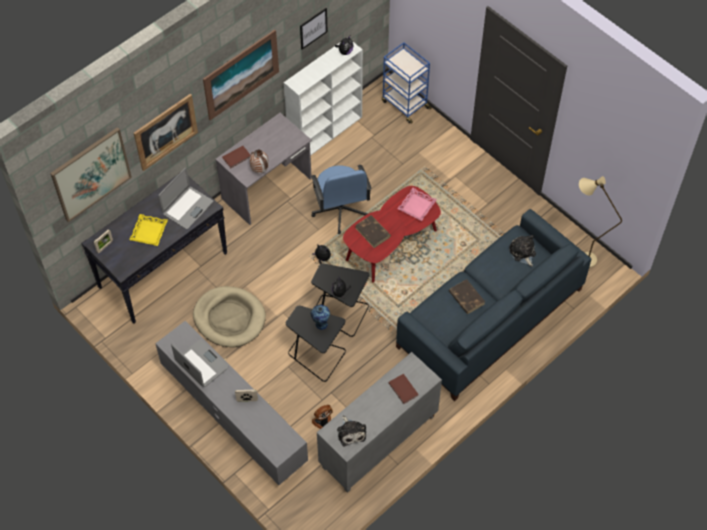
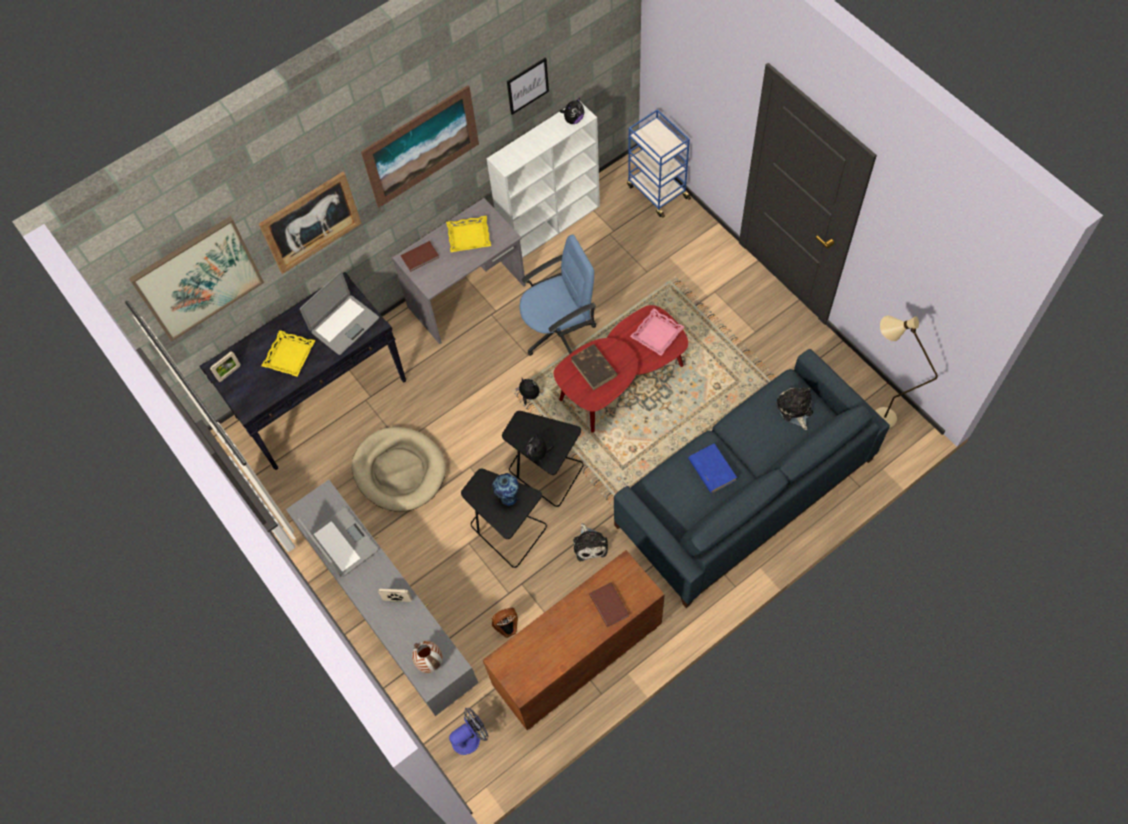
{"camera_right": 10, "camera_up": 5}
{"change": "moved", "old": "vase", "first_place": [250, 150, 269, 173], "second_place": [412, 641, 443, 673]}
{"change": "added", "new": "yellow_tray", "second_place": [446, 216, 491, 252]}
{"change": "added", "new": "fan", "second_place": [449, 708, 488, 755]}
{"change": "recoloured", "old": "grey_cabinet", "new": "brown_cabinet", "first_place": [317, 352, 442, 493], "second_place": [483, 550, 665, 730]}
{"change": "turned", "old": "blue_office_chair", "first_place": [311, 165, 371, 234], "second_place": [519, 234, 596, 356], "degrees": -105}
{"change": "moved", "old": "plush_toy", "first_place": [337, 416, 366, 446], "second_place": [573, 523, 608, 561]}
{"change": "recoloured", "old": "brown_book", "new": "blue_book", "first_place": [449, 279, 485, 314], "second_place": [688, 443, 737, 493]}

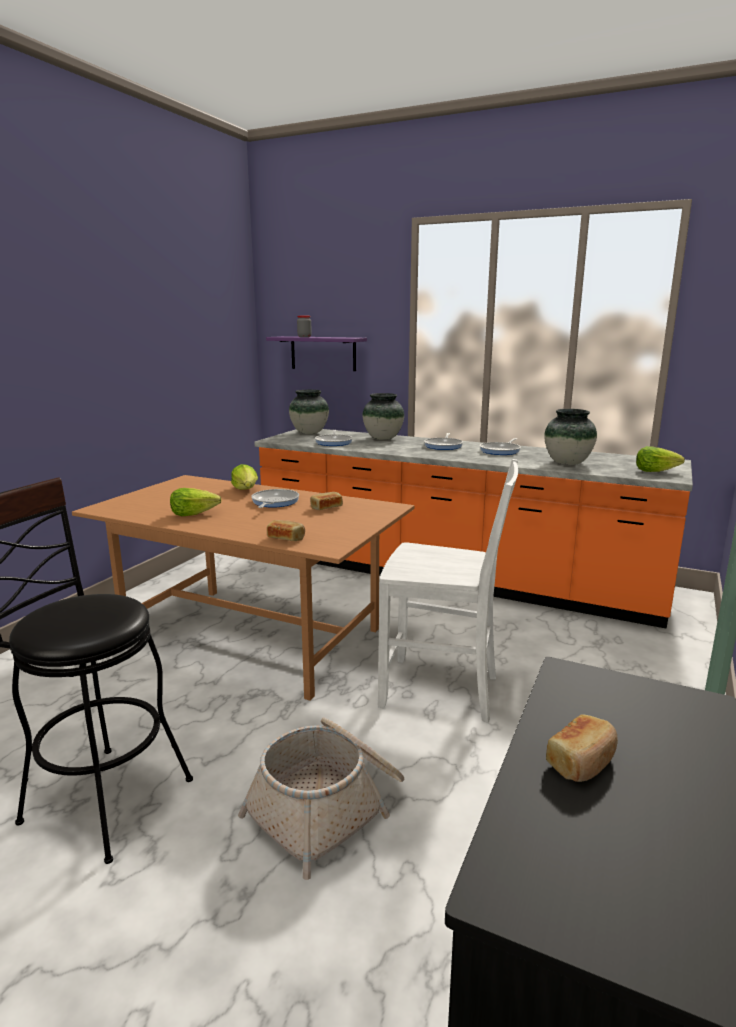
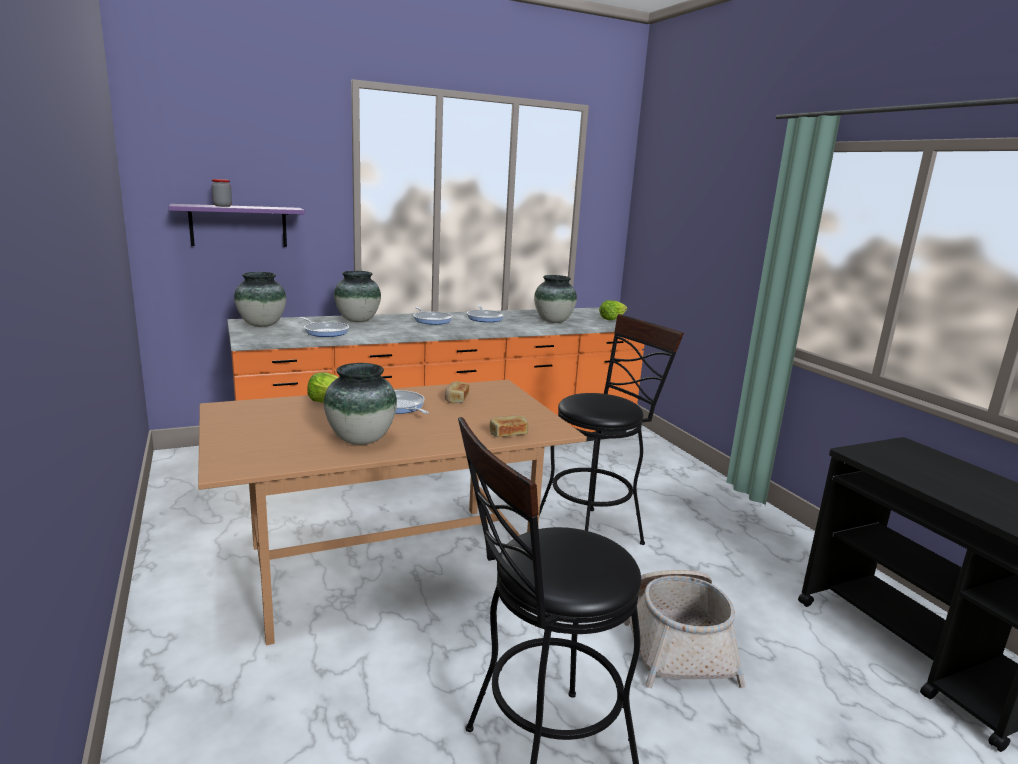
{"camera_right": -50, "camera_up": 0}
{"change": "replaced", "old": "lettuce", "new": "vase", "first_place": [170, 488, 222, 516], "second_place": [324, 363, 397, 445]}
{"change": "replaced", "old": "white_chair", "new": "black_stool", "first_place": [378, 459, 518, 723], "second_place": [539, 314, 684, 545]}
{"change": "removed", "old": "bread", "first_place": [546, 714, 618, 782]}

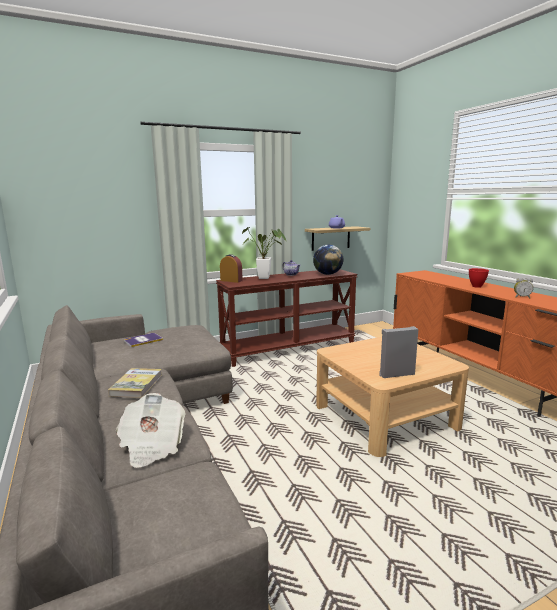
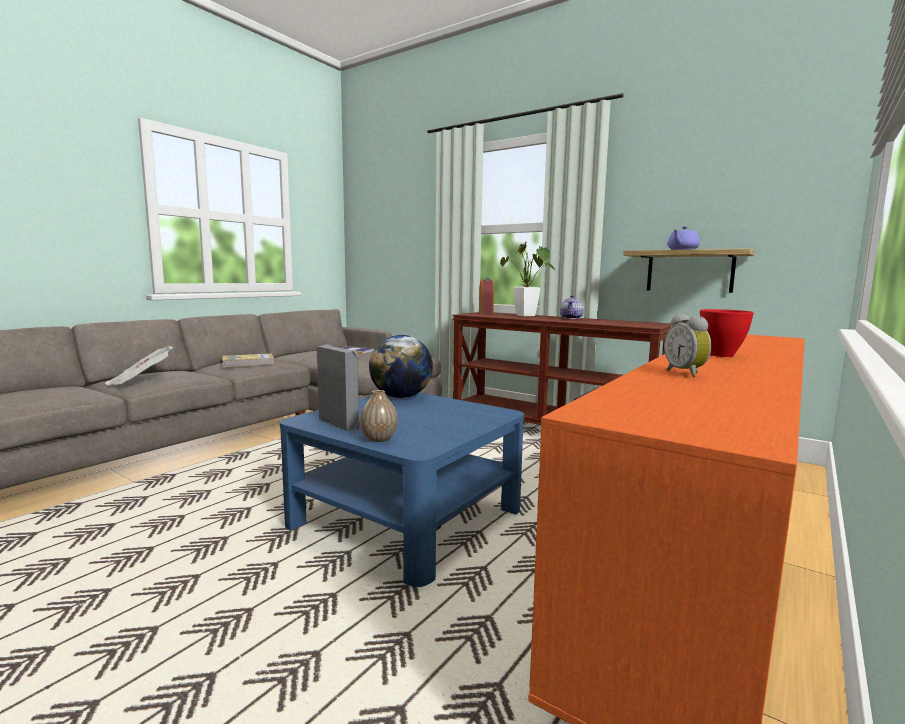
{"camera_right": 60, "camera_up": -5}
{"change": "recoloured", "old": "beige_coffee_table", "new": "blue_coffee_table", "first_place": [316, 337, 469, 457], "second_place": [280, 393, 524, 587]}
{"change": "added", "new": "vase", "second_place": [360, 390, 398, 442]}
{"change": "moved", "old": "globe", "first_place": [313, 245, 343, 275], "second_place": [369, 335, 433, 398]}

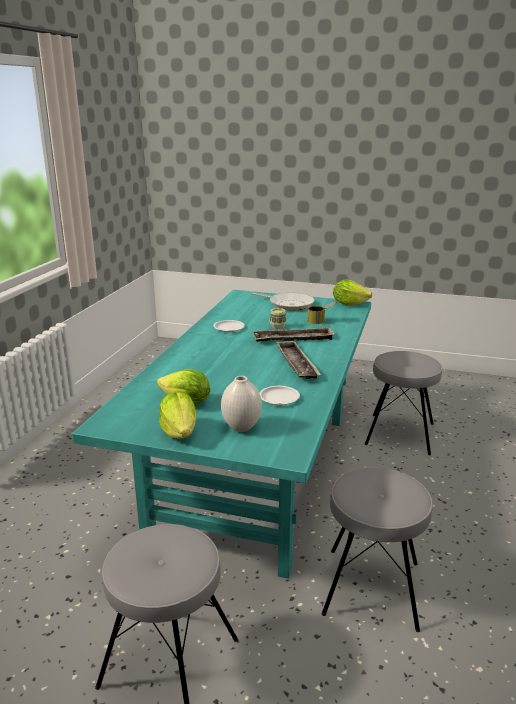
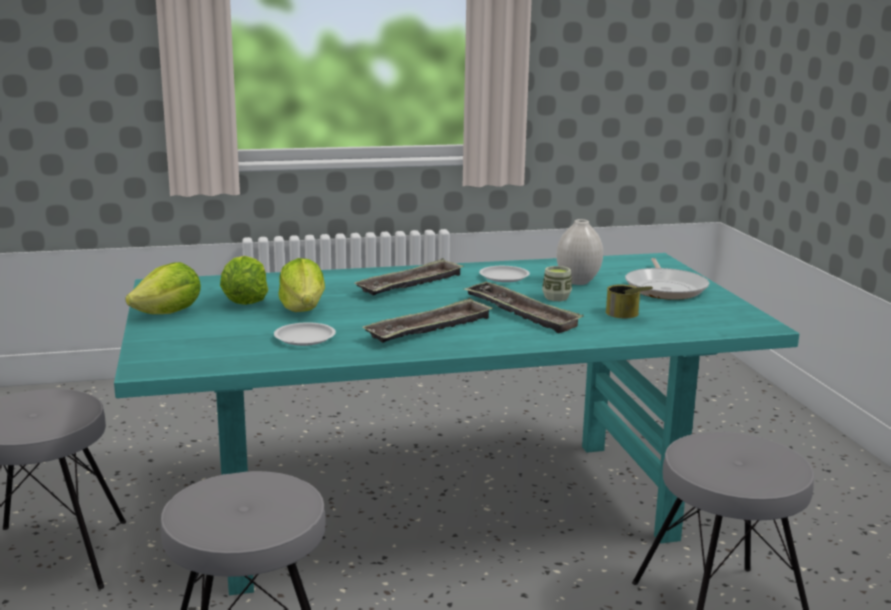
{"camera_right": 60, "camera_up": -5}
{"change": "moved", "old": "lettuce", "first_place": [333, 279, 372, 306], "second_place": [278, 258, 325, 312]}
{"change": "added", "new": "tray", "second_place": [355, 258, 464, 295]}
{"change": "moved", "old": "white_vase", "first_place": [221, 376, 262, 432], "second_place": [556, 219, 603, 285]}

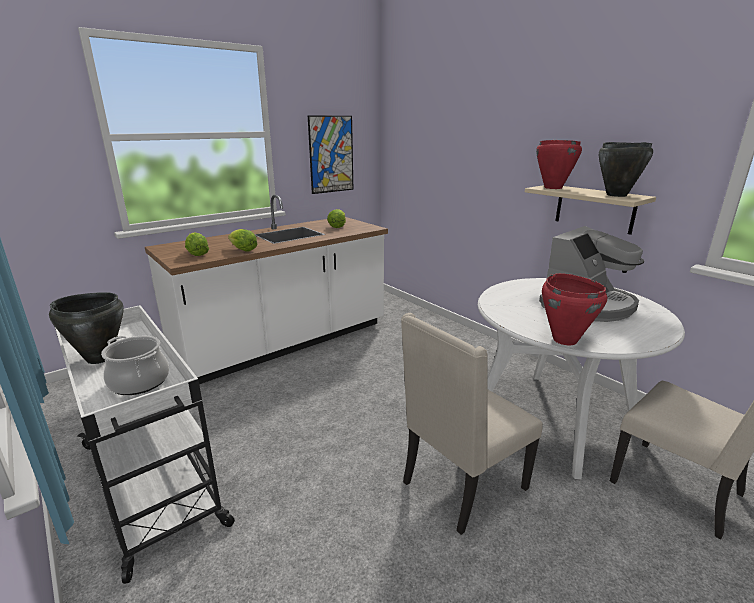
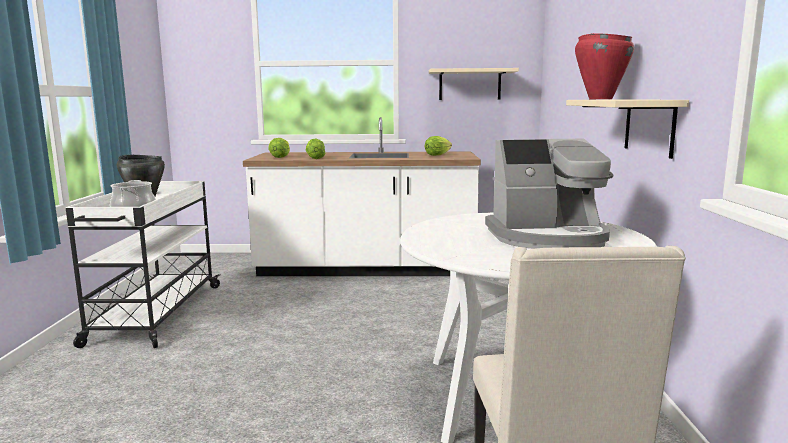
{"camera_right": 40, "camera_up": -10}
{"change": "replaced", "old": "picture", "new": "beige_shelf", "first_place": [308, 115, 353, 194], "second_place": [429, 68, 519, 100]}
{"change": "removed", "old": "beige_chair", "first_place": [401, 313, 543, 535]}
{"change": "removed", "old": "red_cooking_pot", "first_place": [542, 273, 607, 345]}
{"change": "removed", "old": "black_cooking_pot", "first_place": [599, 142, 653, 197]}

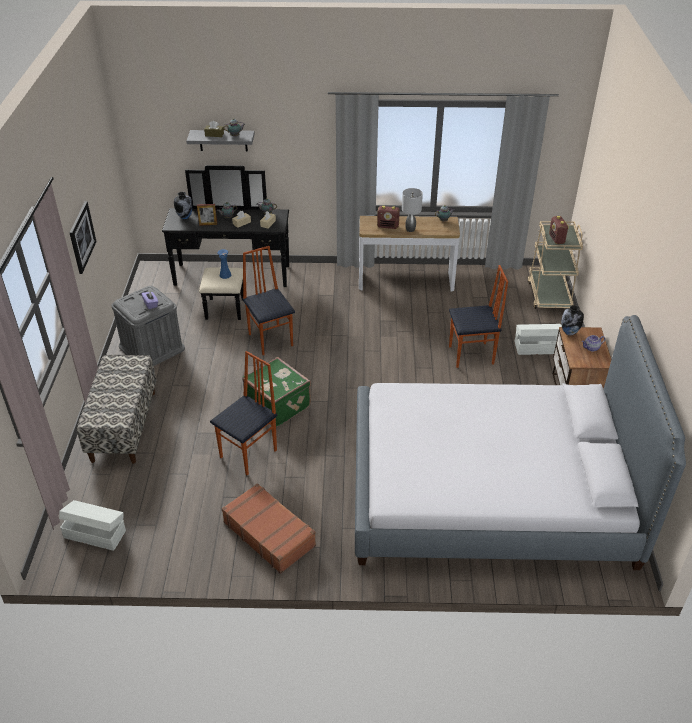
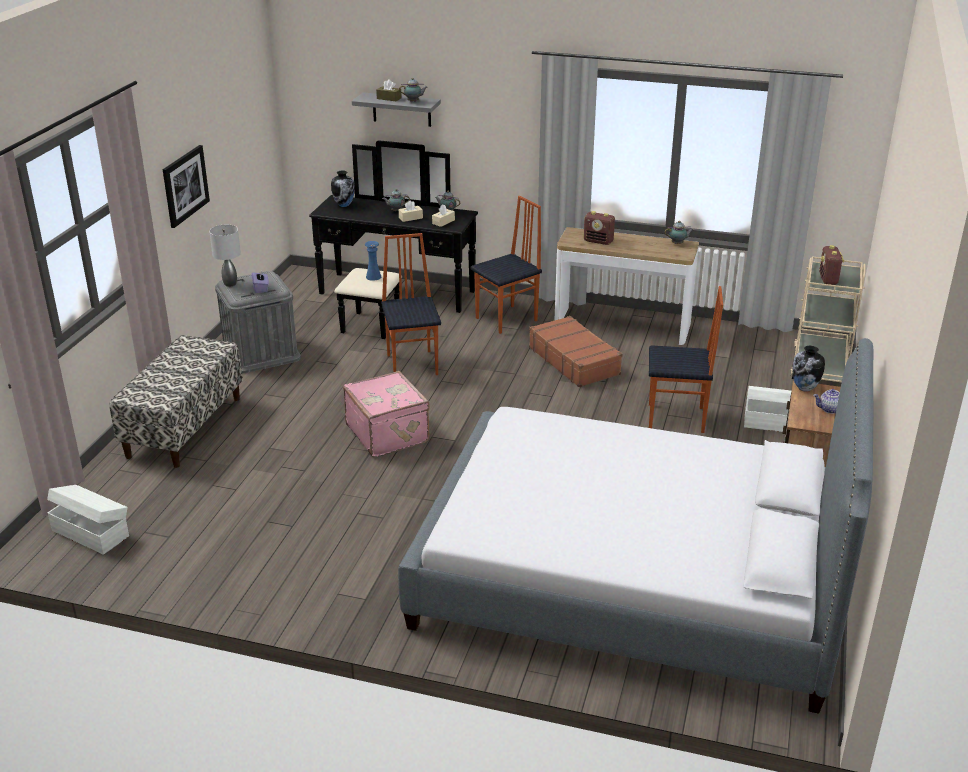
{"camera_right": 15, "camera_up": -10}
{"change": "moved", "old": "grey_table_lamp", "first_place": [402, 188, 423, 232], "second_place": [209, 225, 241, 287]}
{"change": "recoloured", "old": "green_suitcase", "new": "pink_suitcase", "first_place": [242, 357, 311, 427], "second_place": [343, 371, 430, 457]}
{"change": "moved", "old": "chair", "first_place": [210, 351, 277, 475], "second_place": [471, 196, 542, 334]}
{"change": "moved", "old": "brown_suitcase", "first_place": [222, 483, 316, 574], "second_place": [529, 316, 623, 387]}
{"change": "removed", "old": "picture_frame", "first_place": [197, 204, 217, 226]}

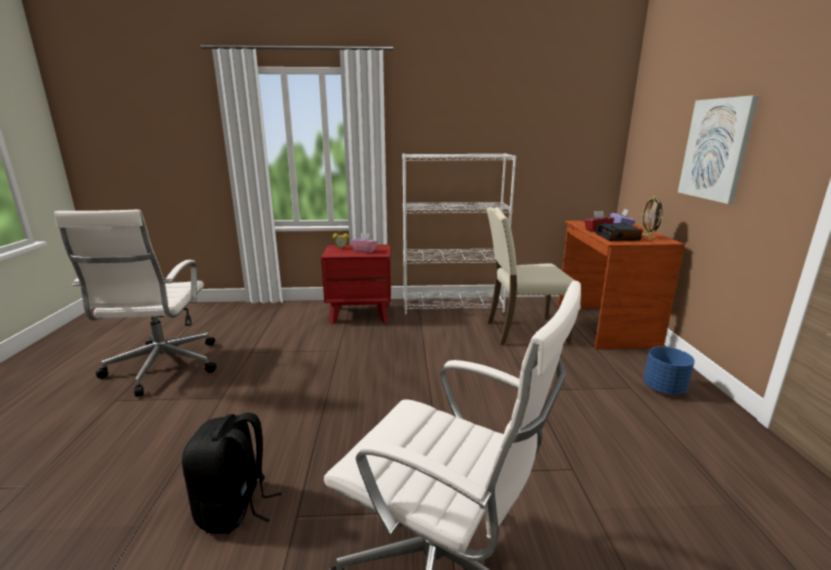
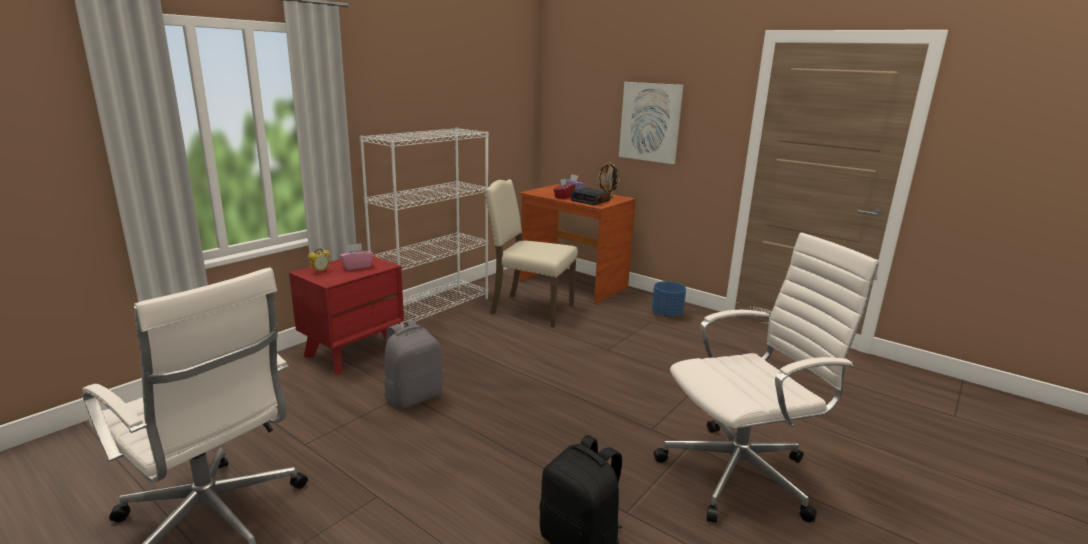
{"camera_right": -50, "camera_up": 0}
{"change": "added", "new": "grey_backpack", "second_place": [384, 320, 442, 409]}
{"change": "turned", "old": "beige_chair", "first_place": [486, 207, 575, 345], "second_place": [483, 180, 578, 328], "degrees": 75}

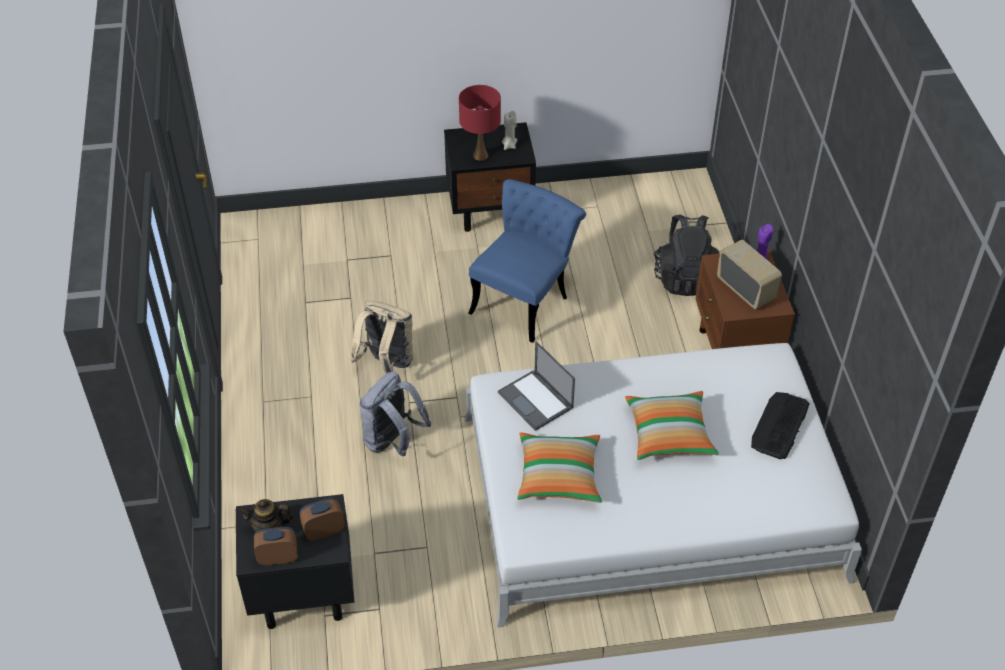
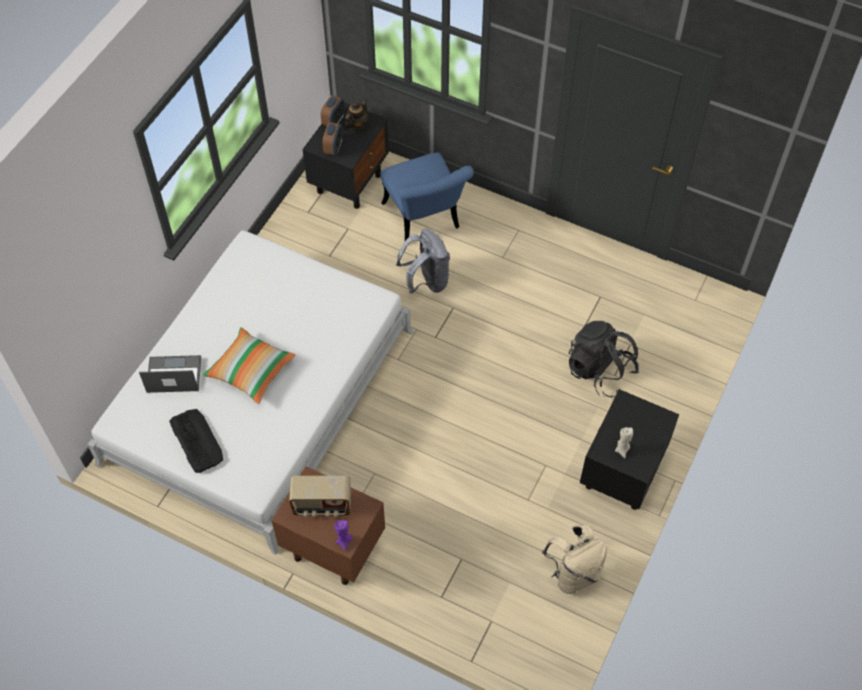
{"camera_right": 125, "camera_up": 10}
{"change": "moved", "old": "laptop", "first_place": [498, 341, 575, 431], "second_place": [139, 355, 201, 393]}
{"change": "moved", "old": "blue_chair", "first_place": [469, 179, 586, 343], "second_place": [380, 152, 474, 241]}
{"change": "moved", "old": "beige_backpack", "first_place": [350, 300, 413, 374], "second_place": [542, 525, 607, 594]}
{"change": "moved", "old": "black_backpack", "first_place": [654, 215, 719, 296], "second_place": [569, 321, 639, 397]}
{"change": "removed", "old": "red_table_lamp", "first_place": [459, 85, 501, 161]}
{"change": "removed", "old": "pillow", "first_place": [517, 432, 602, 503]}

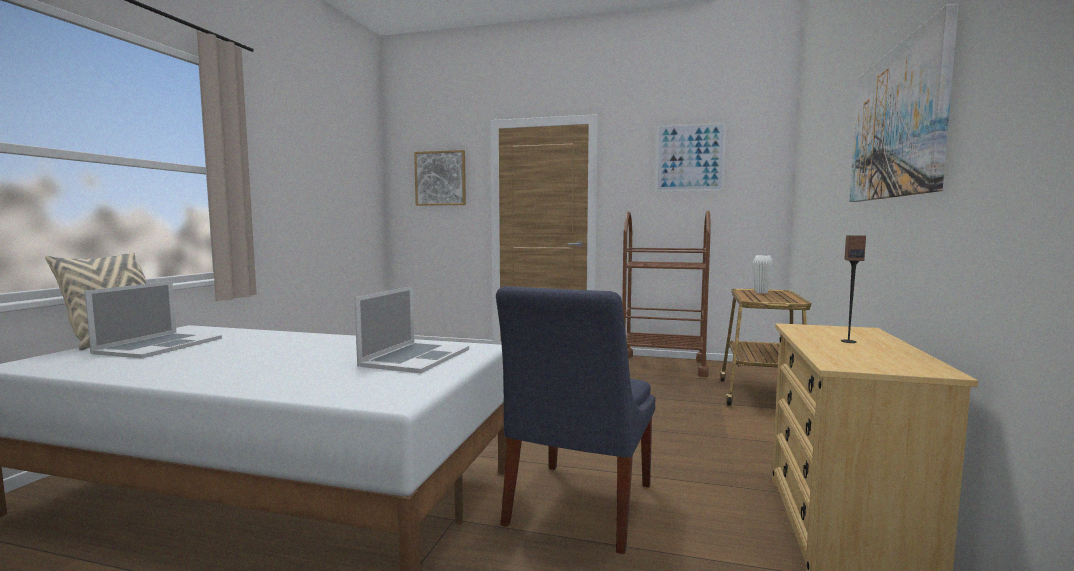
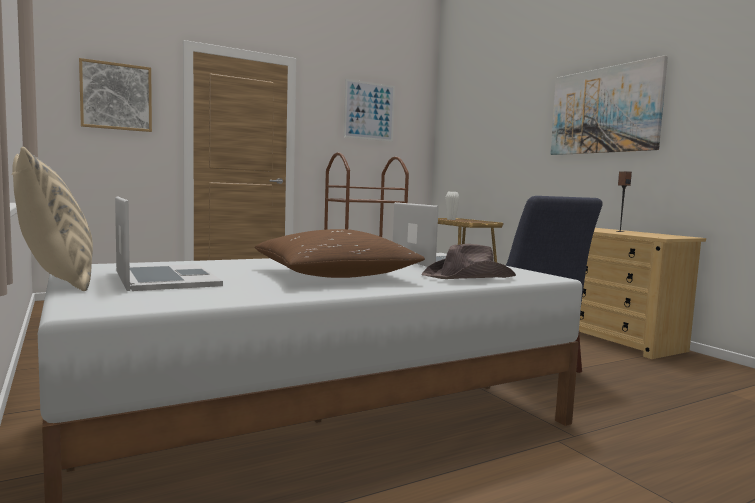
{"camera_right": -45, "camera_up": 0}
{"change": "added", "new": "brown_pillow", "second_place": [255, 229, 425, 278]}
{"change": "added", "new": "brown_hat", "second_place": [422, 244, 516, 279]}

